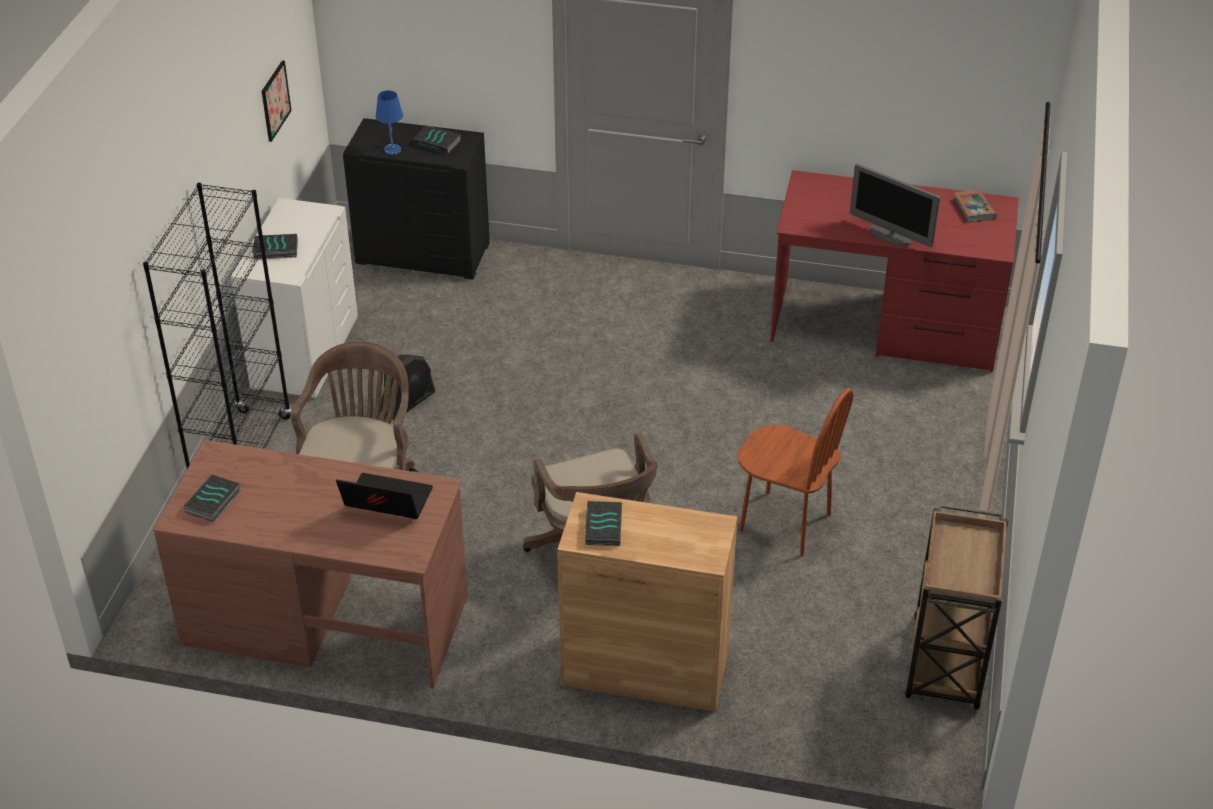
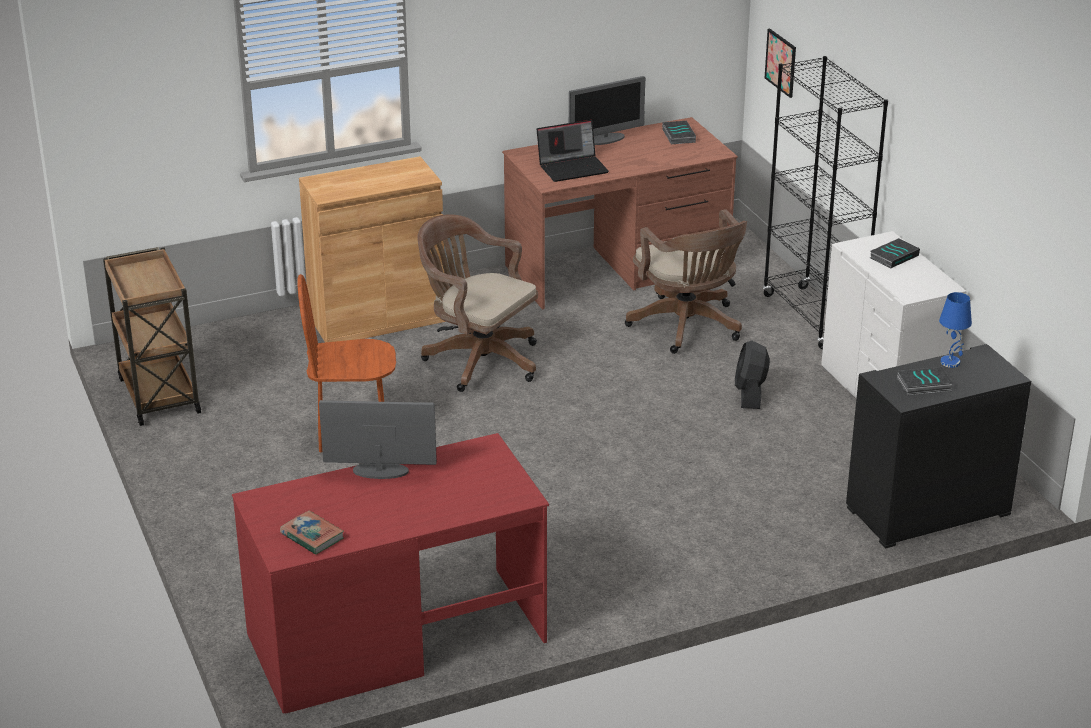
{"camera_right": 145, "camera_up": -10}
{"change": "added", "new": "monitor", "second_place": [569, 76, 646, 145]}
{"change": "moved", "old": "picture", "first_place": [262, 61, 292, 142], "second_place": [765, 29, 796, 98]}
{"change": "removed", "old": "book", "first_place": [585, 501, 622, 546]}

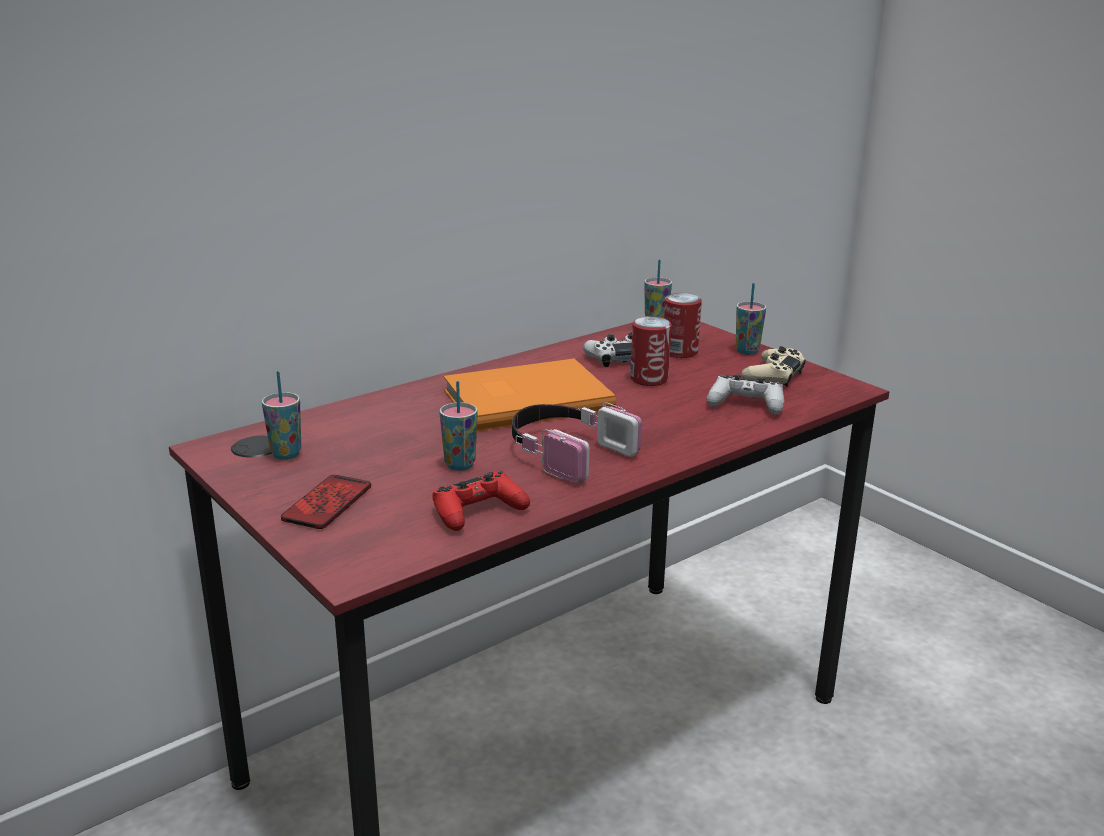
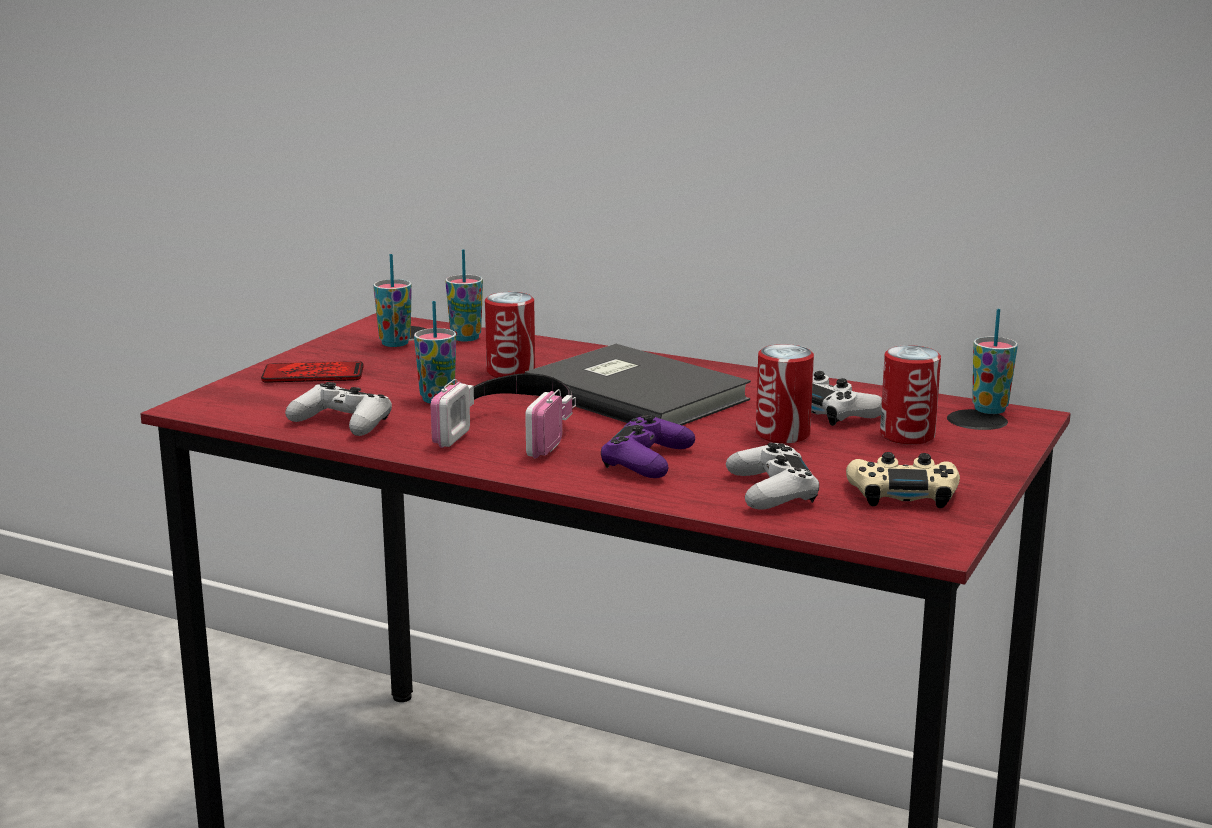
{"camera_right": 65, "camera_up": -5}
{"change": "recoloured", "old": "red_game_controller", "new": "white_game_controller", "first_place": [432, 471, 530, 531], "second_place": [285, 382, 392, 436]}
{"change": "moved", "old": "cup", "first_place": [736, 283, 766, 355], "second_place": [445, 249, 483, 342]}
{"change": "added", "new": "can", "second_place": [485, 292, 535, 378]}
{"change": "recoloured", "old": "orange_book", "new": "grey_book", "first_place": [444, 359, 616, 431], "second_place": [525, 344, 751, 425]}
{"change": "added", "new": "purple_game_controller", "second_place": [601, 415, 695, 478]}

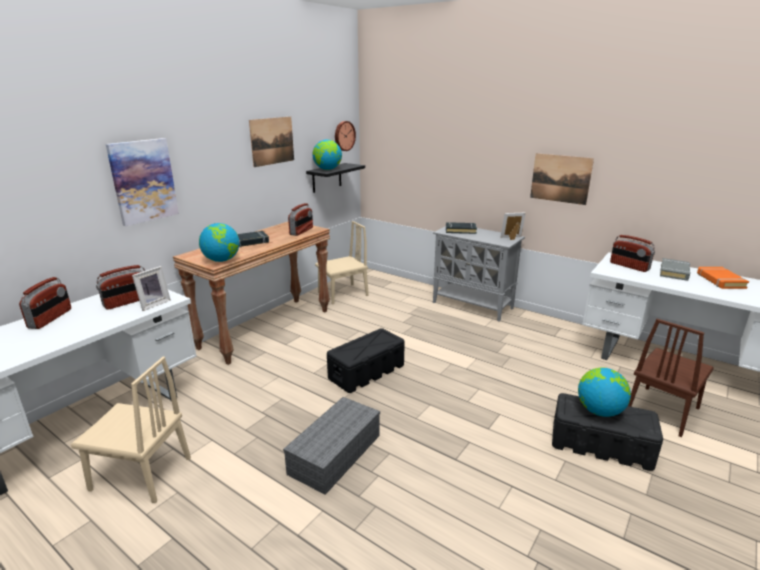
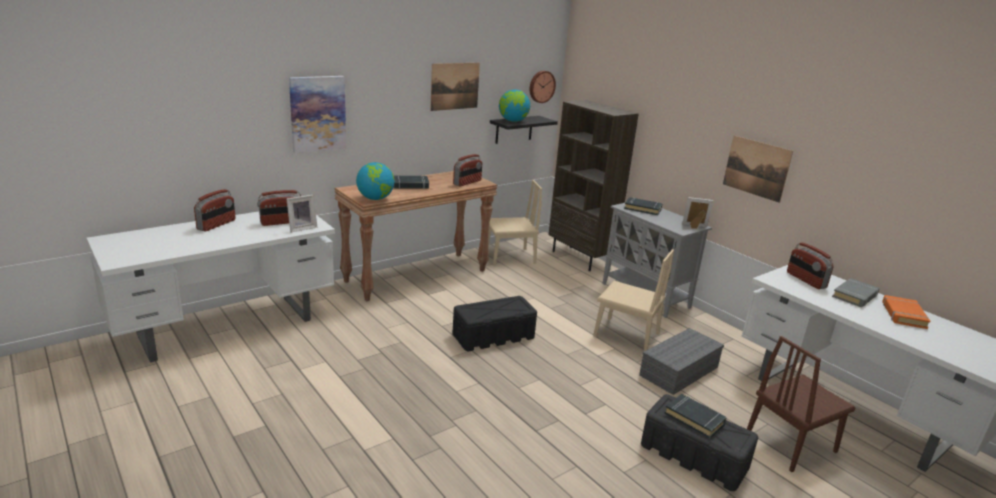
{"camera_right": 15, "camera_up": 0}
{"change": "added", "new": "brown_bookcase", "second_place": [549, 100, 639, 271]}
{"change": "moved", "old": "beige_chair", "first_place": [71, 357, 191, 503], "second_place": [593, 249, 674, 351]}
{"change": "moved", "old": "grey_storage_box", "first_place": [283, 397, 380, 495], "second_place": [639, 328, 724, 395]}
{"change": "replaced", "old": "globe", "new": "black_book", "first_place": [578, 367, 631, 417], "second_place": [664, 394, 727, 438]}

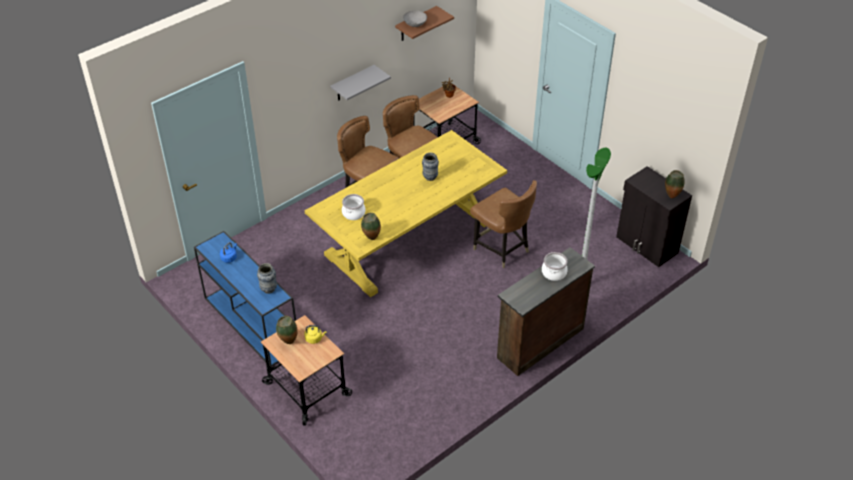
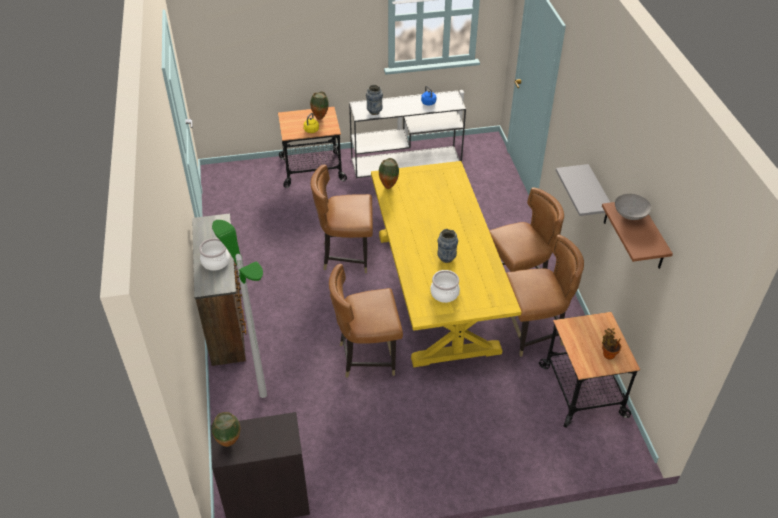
{"camera_right": 120, "camera_up": 0}
{"change": "added", "new": "brown_chair", "second_place": [311, 165, 373, 273]}
{"change": "recoloured", "old": "blue_console_table", "new": "white_console_table", "first_place": [194, 231, 296, 367], "second_place": [349, 90, 466, 178]}
{"change": "moved", "old": "cooking_pot", "first_place": [342, 194, 365, 220], "second_place": [430, 270, 460, 303]}

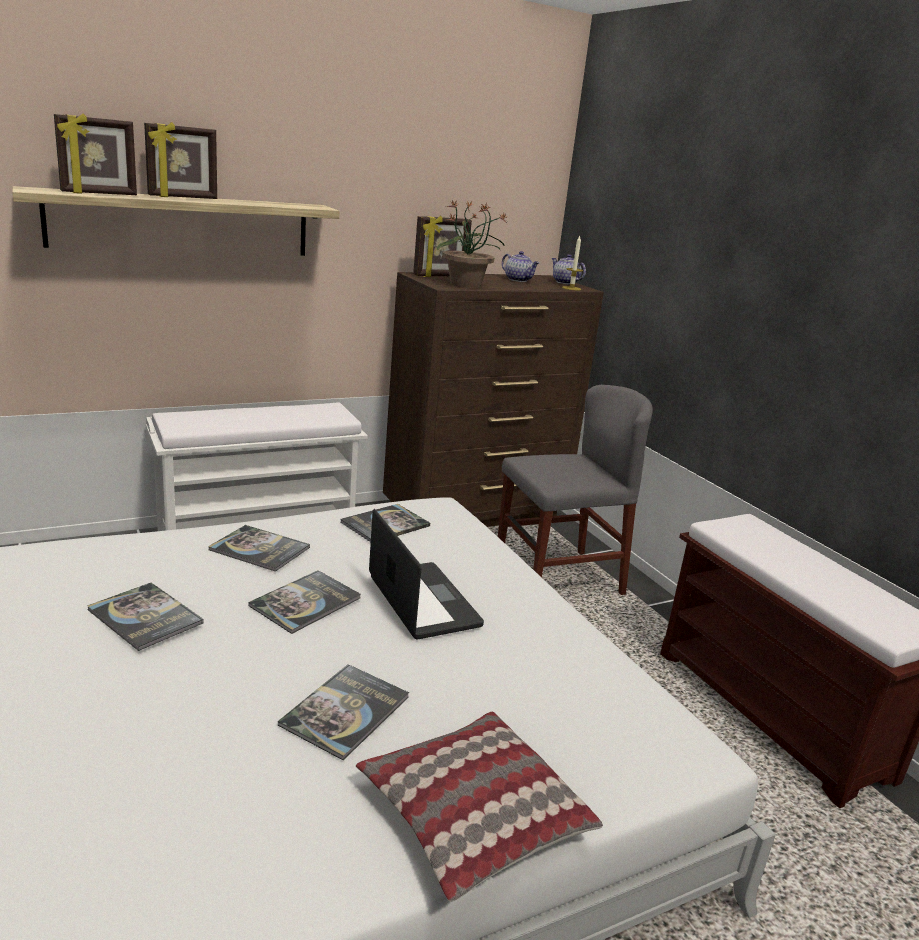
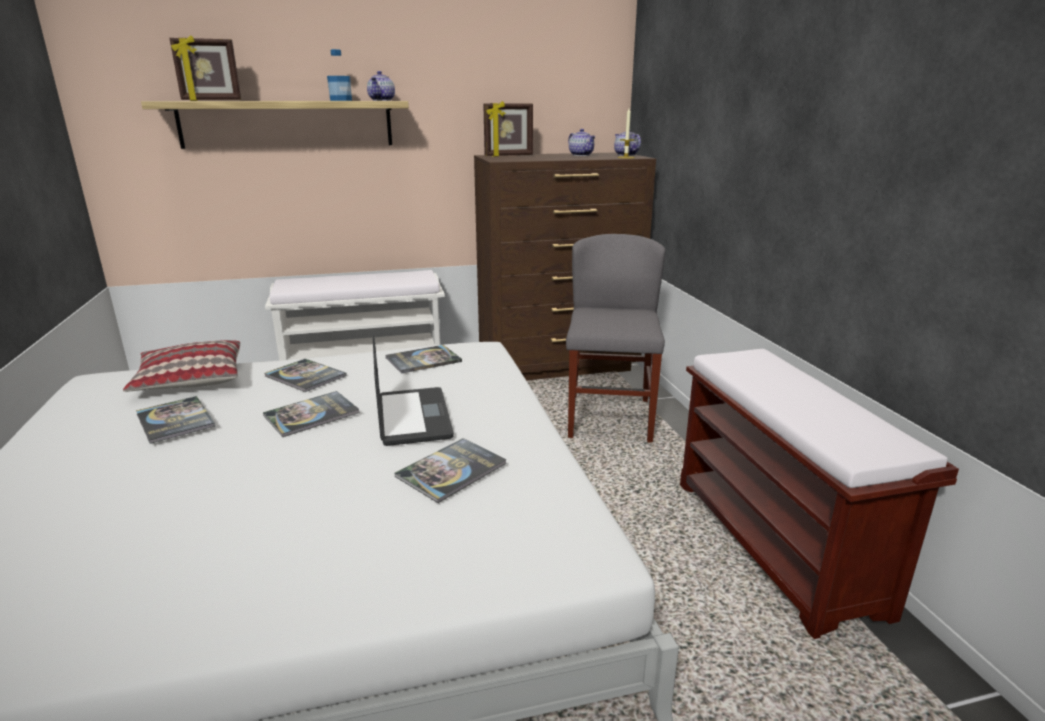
{"camera_right": 15, "camera_up": 0}
{"change": "moved", "old": "pillow", "first_place": [356, 712, 603, 902], "second_place": [123, 340, 240, 392]}
{"change": "added", "new": "bottle", "second_place": [327, 49, 352, 101]}
{"change": "added", "new": "teapot", "second_place": [367, 71, 395, 101]}
{"change": "moved", "old": "book", "first_place": [278, 664, 409, 760], "second_place": [395, 438, 507, 503]}
{"change": "turned", "old": "grey_chair", "first_place": [498, 385, 653, 595], "second_place": [566, 234, 665, 443], "degrees": -75}
{"change": "removed", "old": "picture_frame", "first_place": [144, 122, 217, 199]}
{"change": "removed", "old": "potted_plant", "first_place": [437, 200, 508, 288]}

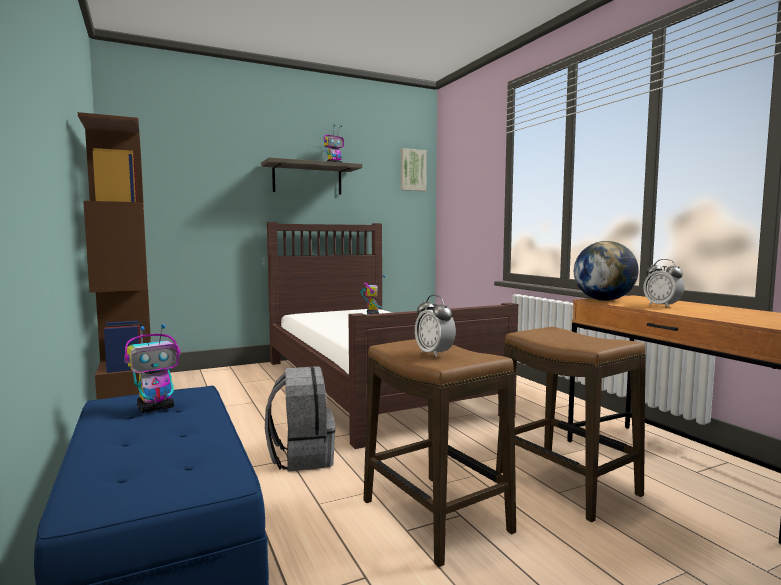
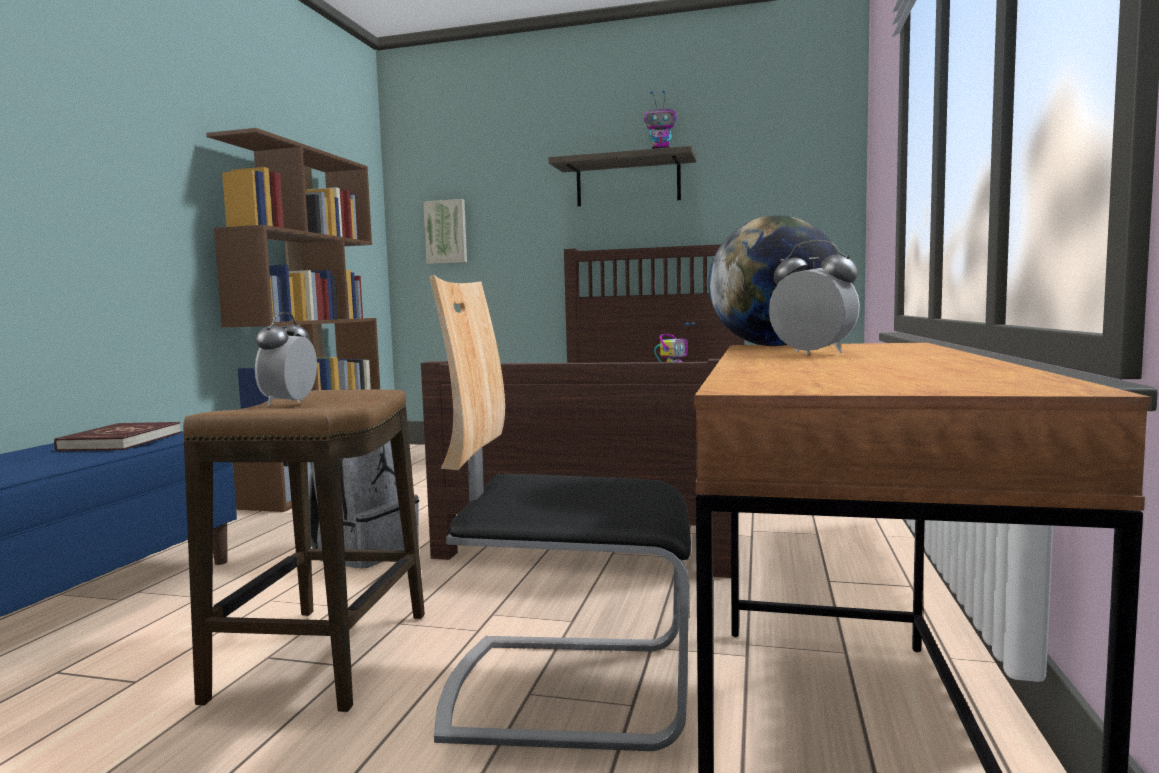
{"camera_right": 40, "camera_up": 0}
{"change": "replaced", "old": "toy_robot", "new": "red_book", "first_place": [124, 324, 181, 413], "second_place": [54, 422, 181, 452]}
{"change": "moved", "old": "picture", "first_place": [401, 148, 427, 191], "second_place": [423, 199, 467, 264]}
{"change": "replaced", "old": "stool", "new": "chair", "first_place": [496, 327, 645, 522], "second_place": [429, 275, 691, 751]}
{"change": "turned", "old": "alarm_clock", "first_place": [643, 259, 684, 308], "second_place": [769, 240, 860, 354], "degrees": 120}

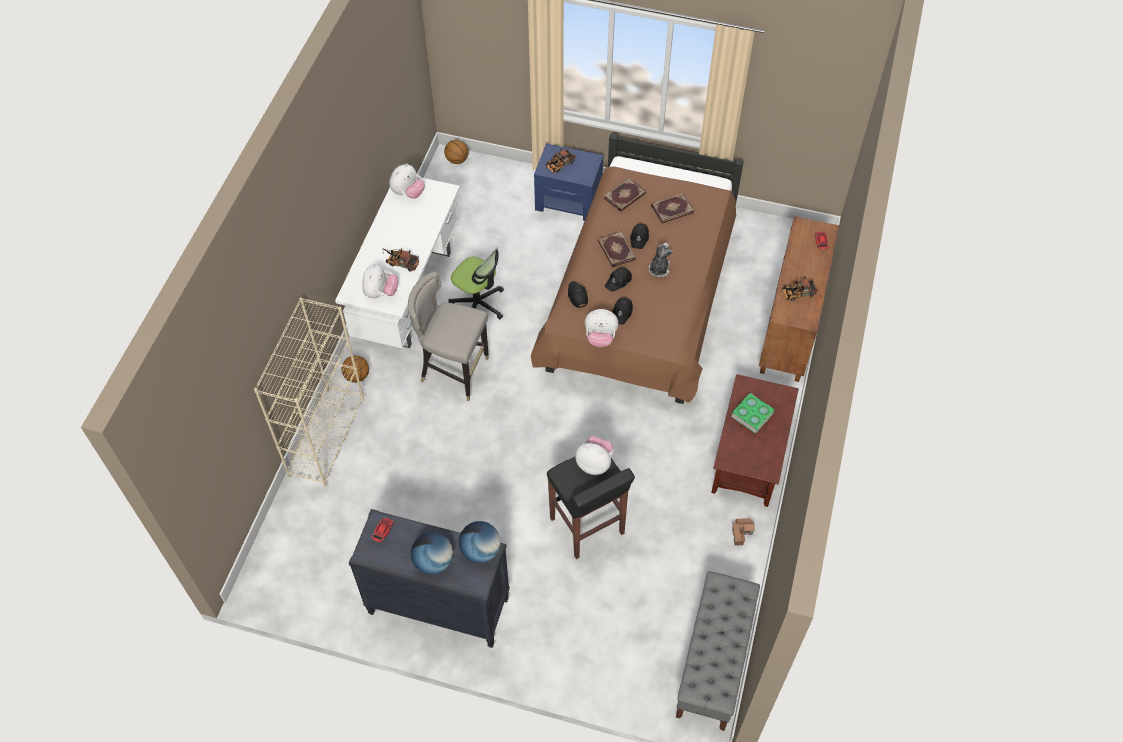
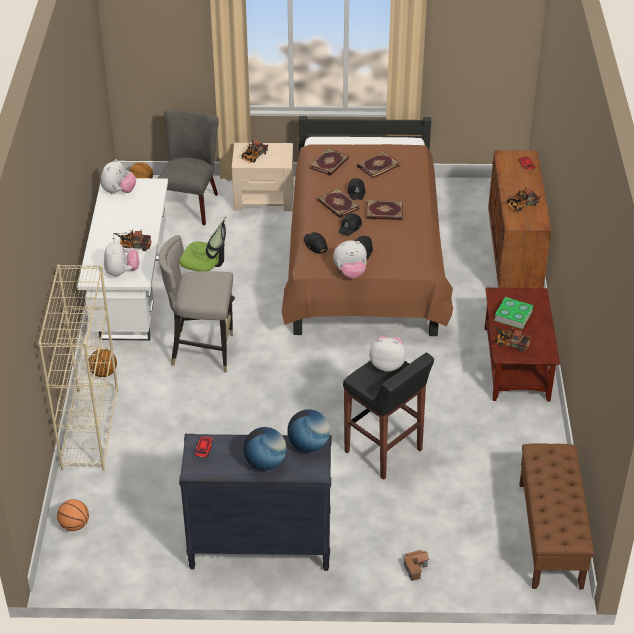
{"camera_right": -15, "camera_up": -15}
{"change": "added", "new": "basketball", "second_place": [57, 499, 89, 531]}
{"change": "added", "new": "grey_chair", "second_place": [158, 110, 219, 225]}
{"change": "recoloured", "old": "blue_nightstand", "new": "beige_nightstand", "first_place": [534, 143, 603, 221], "second_place": [232, 143, 294, 211]}
{"change": "replaced", "old": "plush_toy", "new": "book", "first_place": [648, 243, 673, 277], "second_place": [366, 200, 403, 220]}
{"change": "moved", "old": "toy_house", "first_place": [732, 518, 755, 546], "second_place": [403, 550, 429, 581]}
{"change": "added", "new": "toy_truck", "second_place": [491, 327, 531, 352]}
{"change": "recoloured", "old": "grey_bench", "new": "brown_bench", "first_place": [676, 571, 760, 731], "second_place": [519, 443, 594, 590]}

